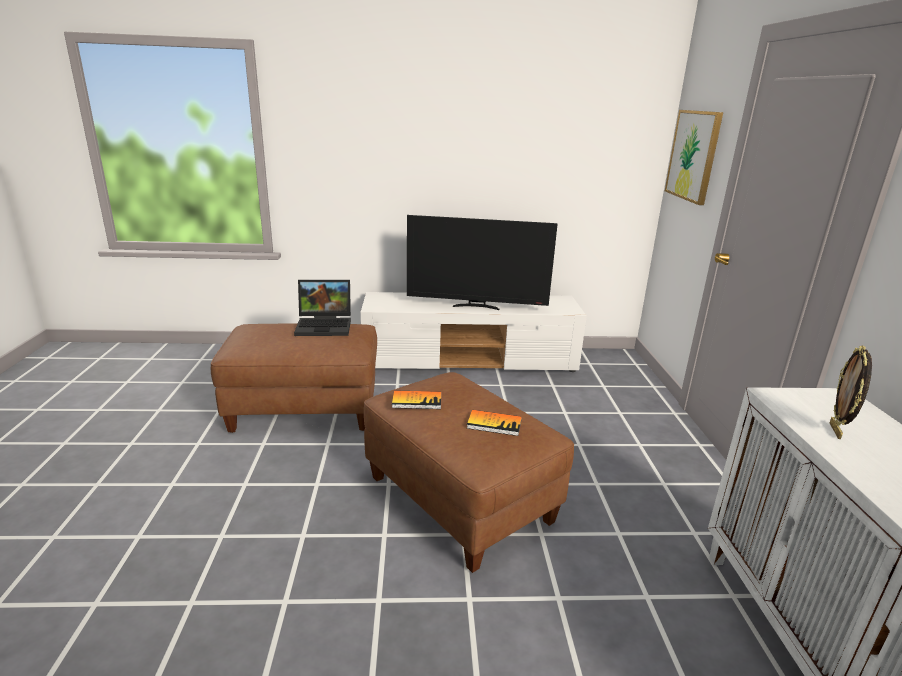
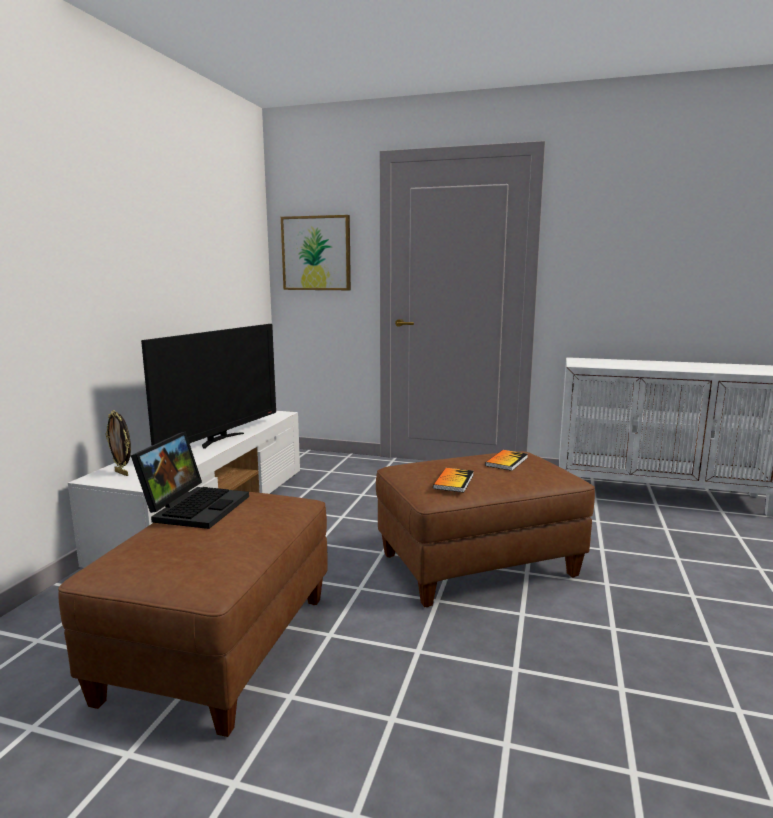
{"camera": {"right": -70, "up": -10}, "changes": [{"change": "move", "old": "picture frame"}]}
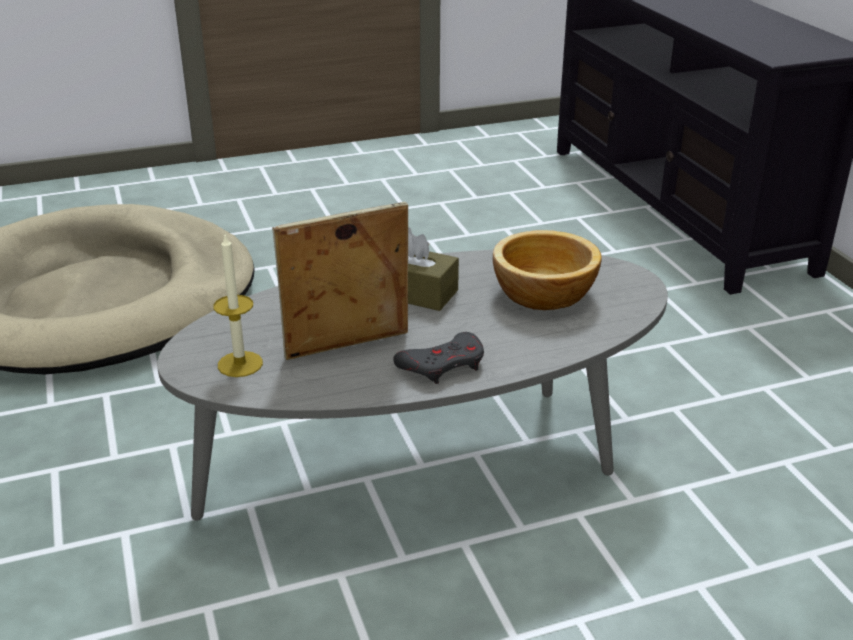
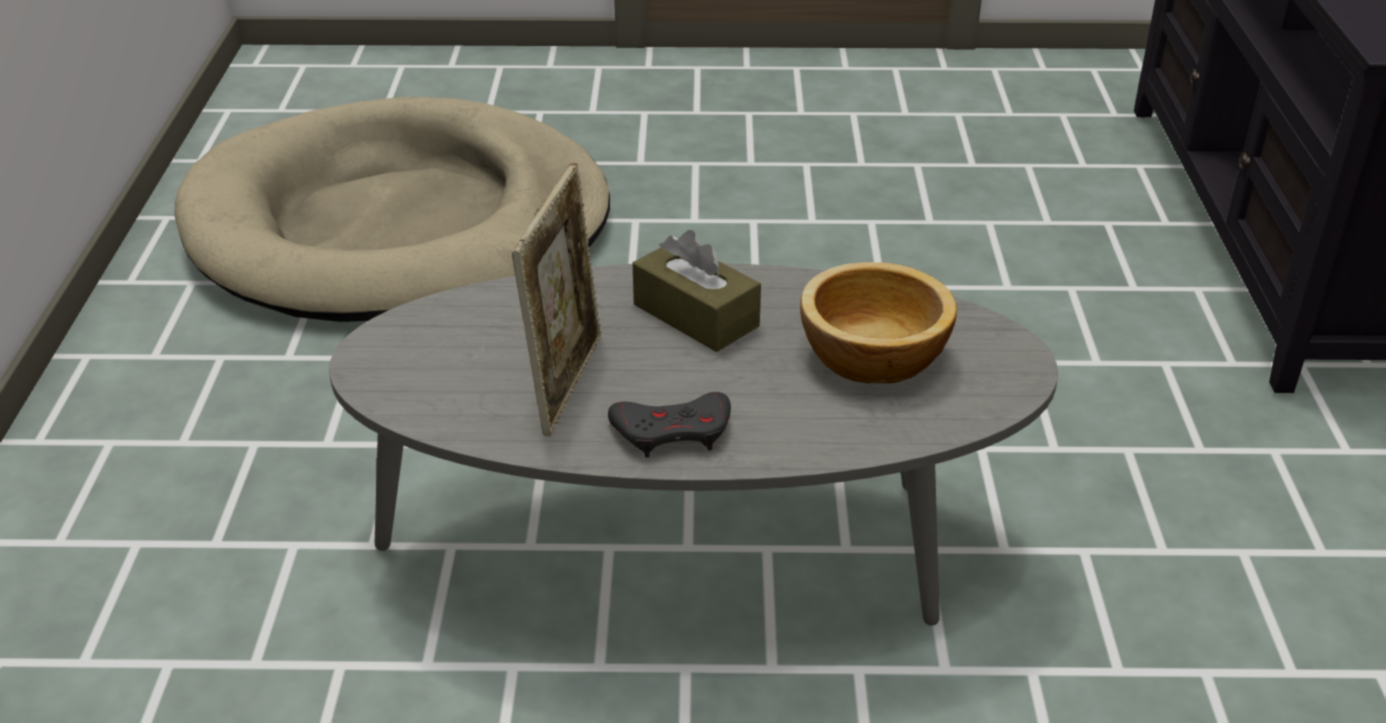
{"camera": {"right": 20, "up": 5}, "changes": [{"change": "rotate", "old": "picture frame", "degrees": 105}, {"change": "delete", "old": "candle"}]}
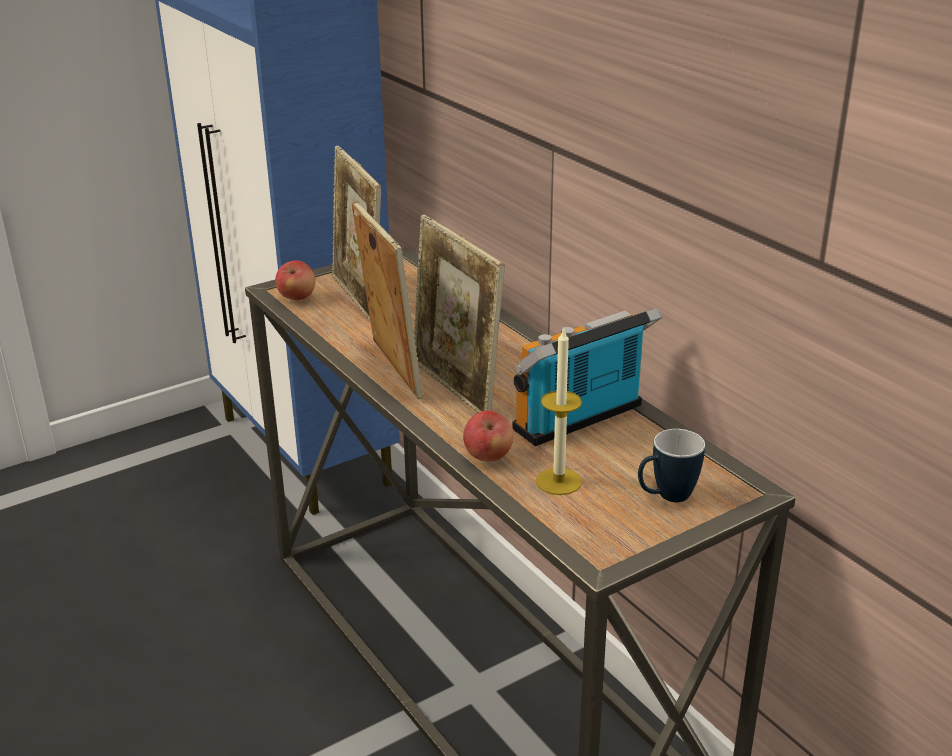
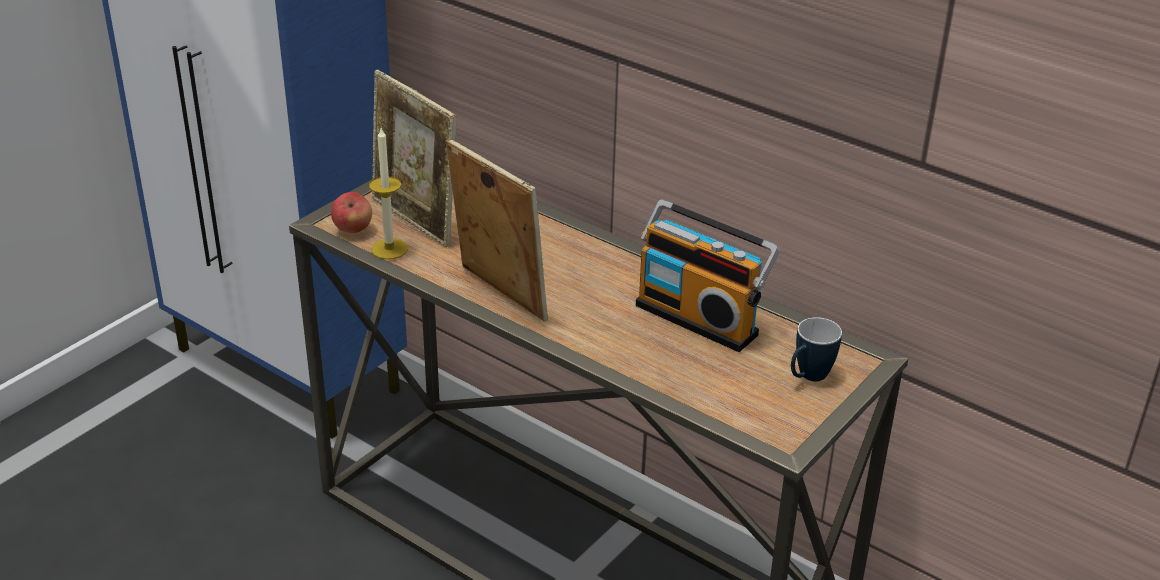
{"camera": {"right": -20, "up": 5}, "changes": [{"change": "move", "old": "candle"}, {"change": "rotate", "old": "radio", "degrees": -90}, {"change": "delete", "old": "picture frame (3rd from left)"}, {"change": "delete", "old": "apple (2nd from left)"}]}
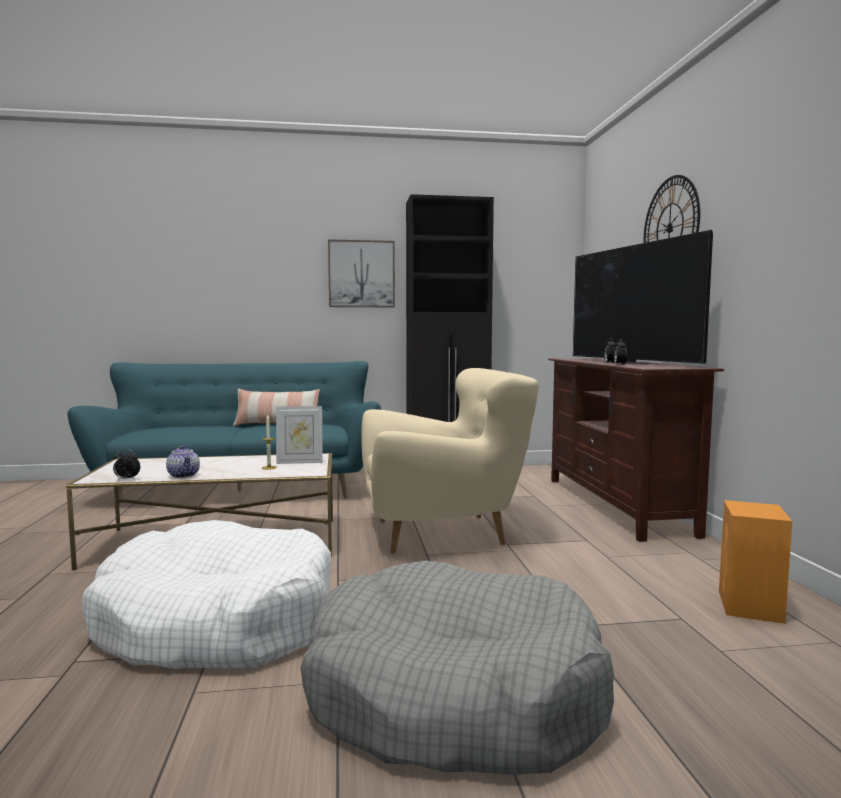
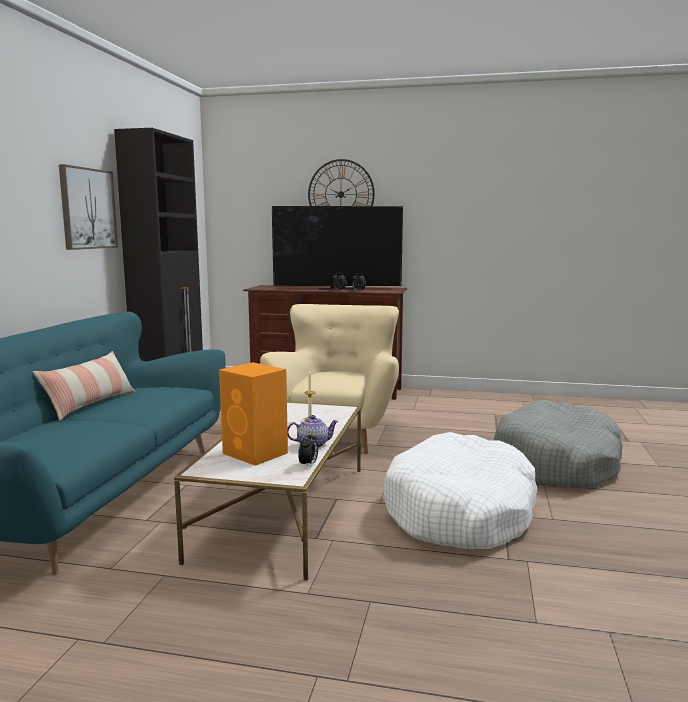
{"camera": {"right": -70, "up": 5}, "changes": [{"change": "move", "old": "speaker/orange"}, {"change": "delete", "old": "picture frame"}]}
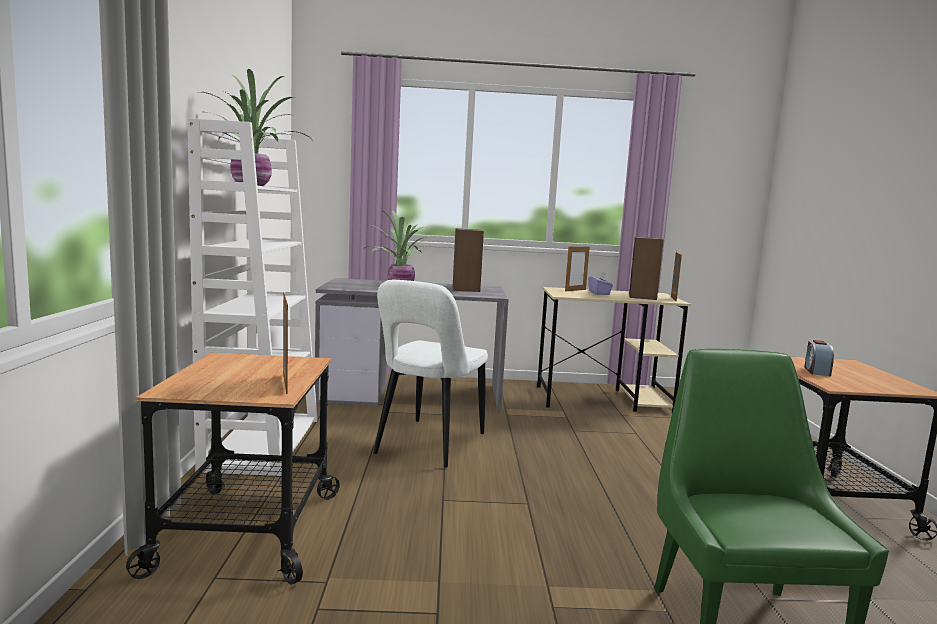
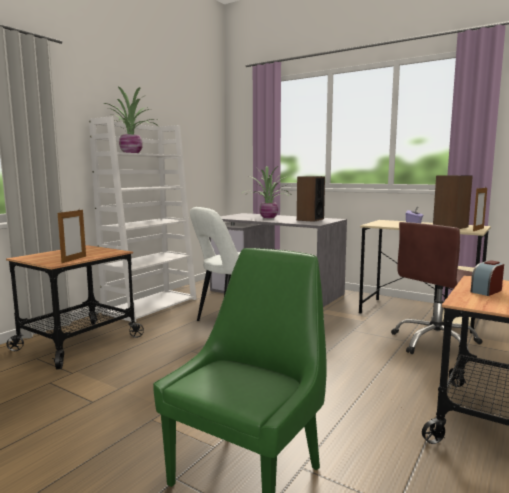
{"camera": {"right": 35, "up": 0}, "changes": [{"change": "insert", "new": "office chair/brown"}, {"change": "delete", "old": "picture frame (2nd from left)"}]}
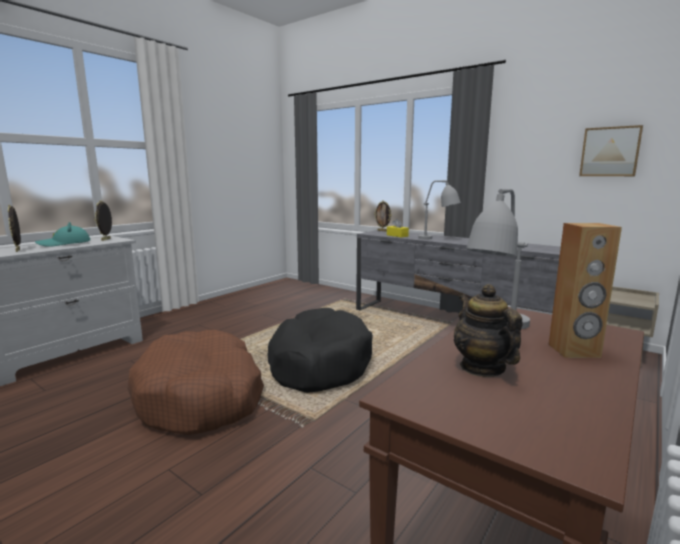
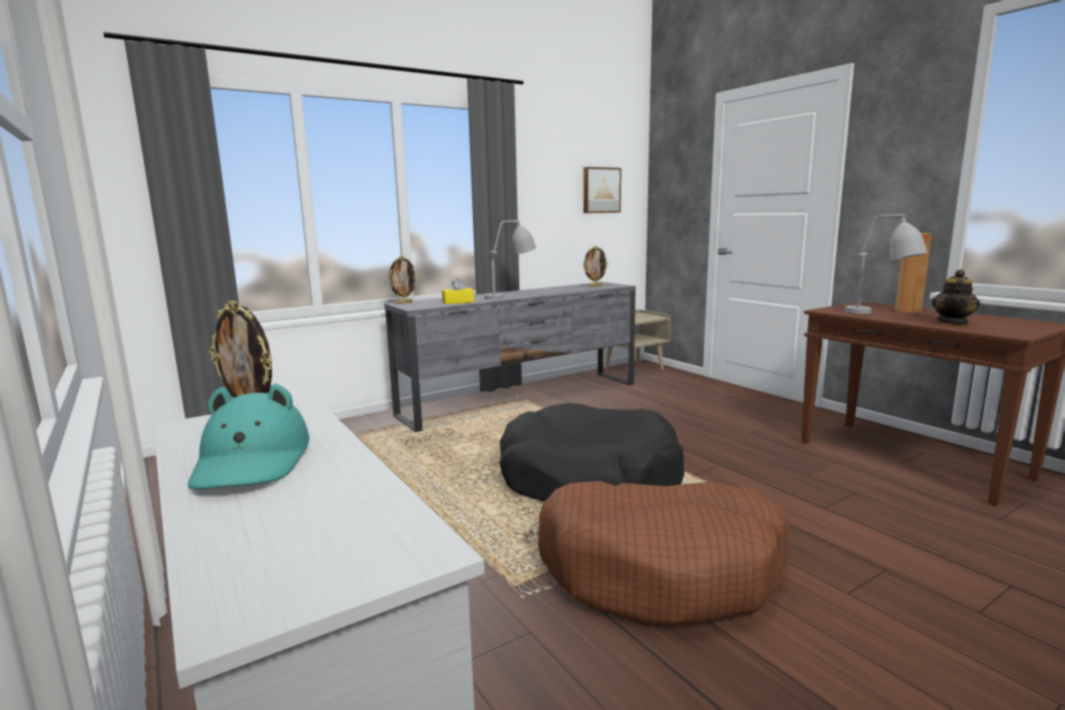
{"camera": {"right": -70, "up": 0}, "changes": [{"change": "move", "old": "picture frame (1st from left in the first image)", "new": "picture frame (3rd from left)"}, {"change": "rotate", "old": "teapot", "degrees": -60}]}
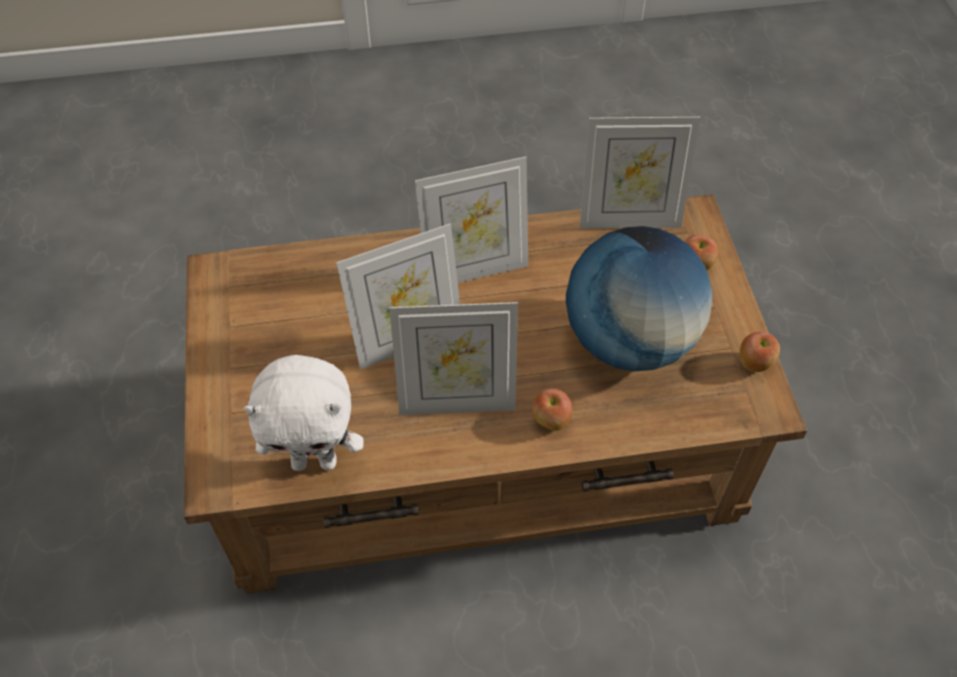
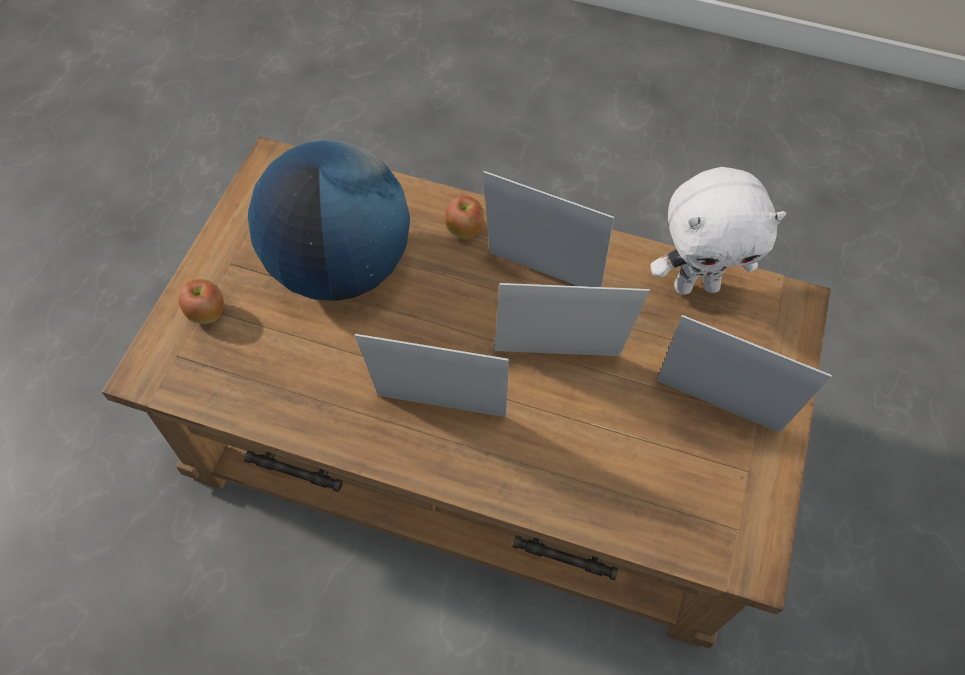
{"camera": {"right": -155, "up": 5}, "changes": [{"change": "rotate", "old": "plush toy/white", "degrees": 150}, {"change": "move", "old": "picture frame (4th from left)"}, {"change": "delete", "old": "apple (3rd from left)"}]}
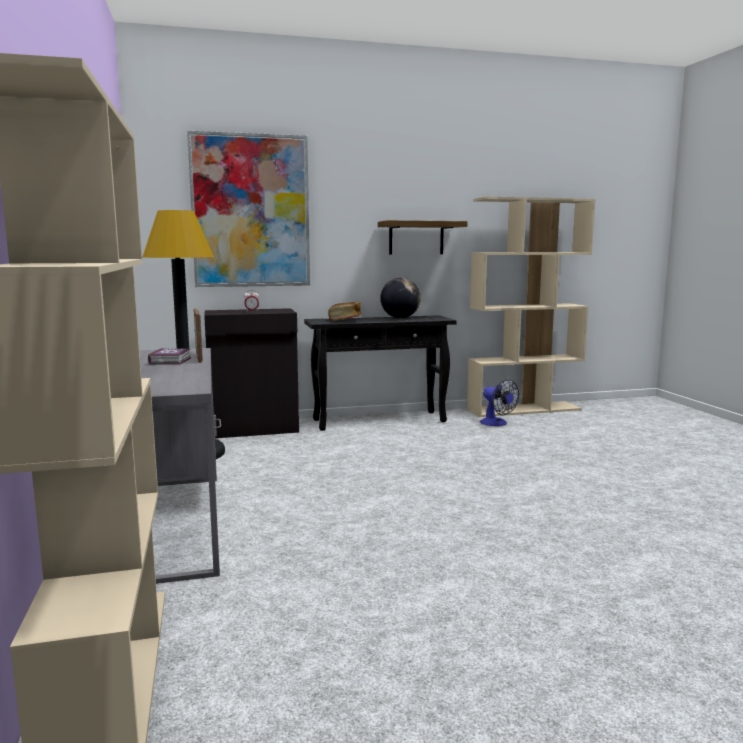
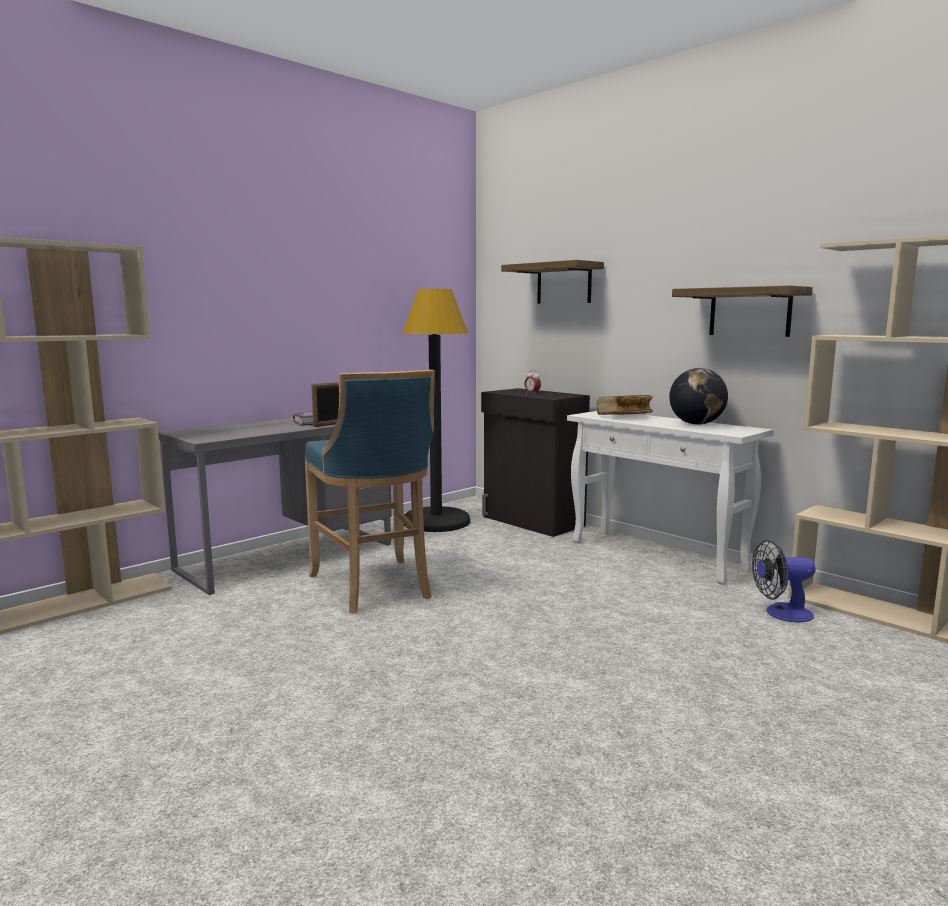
{"camera": {"right": 60, "up": 0}, "changes": [{"change": "insert", "new": "stool/blue"}, {"change": "replace", "old": "picture", "new": "shelf (1st from left)"}, {"change": "recolor", "old": "console table/black", "new": "console table/white"}, {"change": "rotate", "old": "fan", "degrees": 60}]}
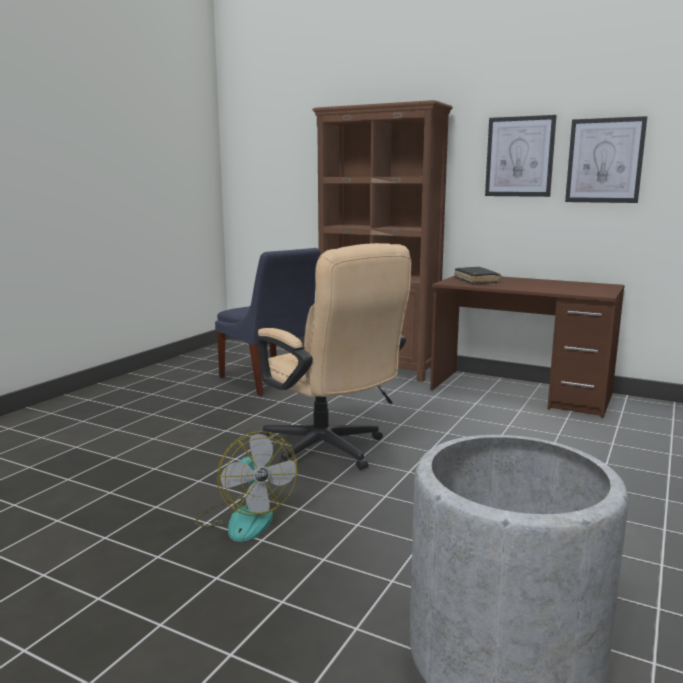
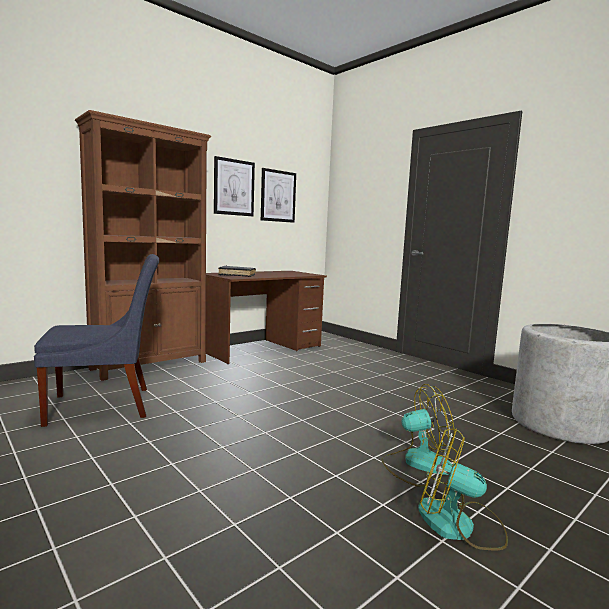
{"camera": {"right": -70, "up": -5}, "changes": [{"change": "insert", "new": "fan (2nd from left)"}, {"change": "delete", "old": "office chair/beige"}]}
